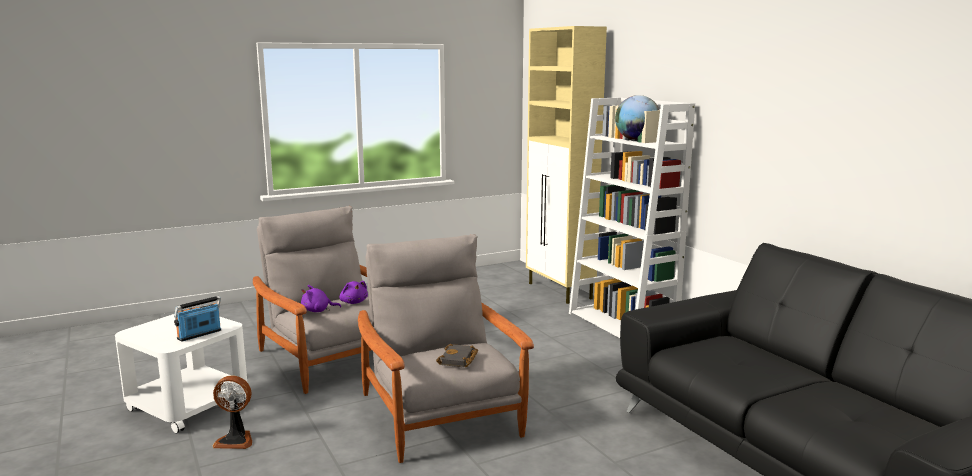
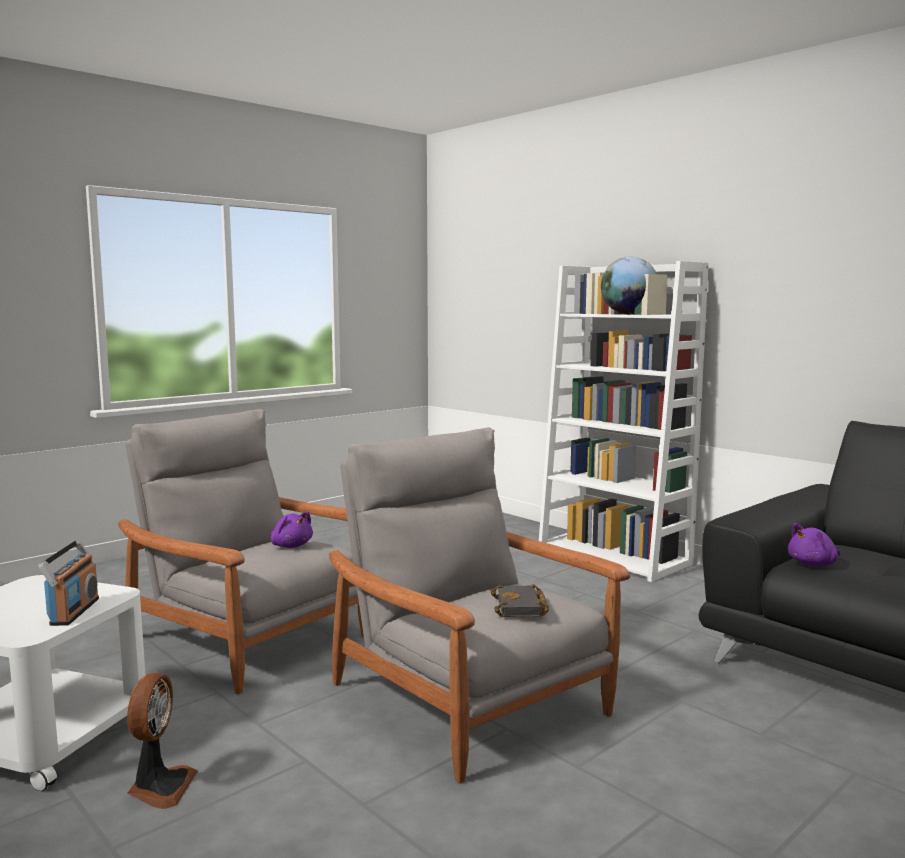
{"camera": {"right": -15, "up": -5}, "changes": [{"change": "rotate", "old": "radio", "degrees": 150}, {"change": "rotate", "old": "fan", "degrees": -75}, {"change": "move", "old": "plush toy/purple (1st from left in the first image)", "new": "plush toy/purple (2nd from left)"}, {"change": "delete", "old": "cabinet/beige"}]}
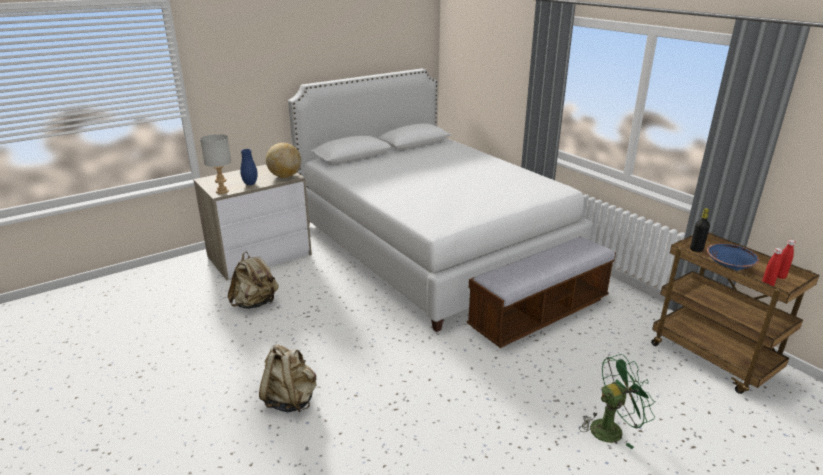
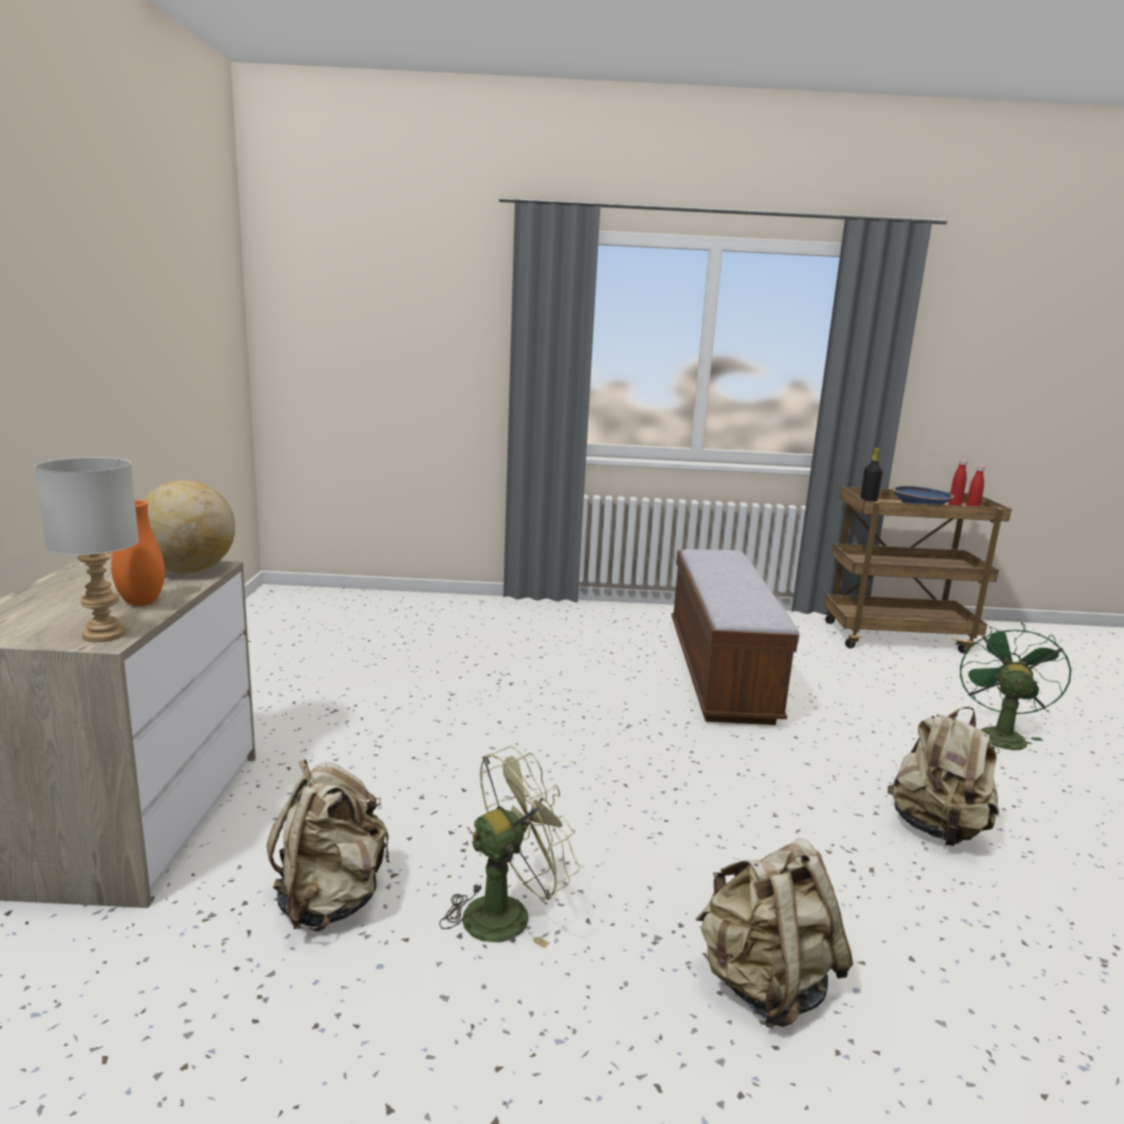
{"camera": {"right": -55, "up": -10}, "changes": [{"change": "recolor", "old": "vase/blue", "new": "vase/orange"}, {"change": "insert", "new": "fan/green (1st from left)"}, {"change": "insert", "new": "backpack/beige (3rd from left)"}, {"change": "delete", "old": "bed/white"}]}
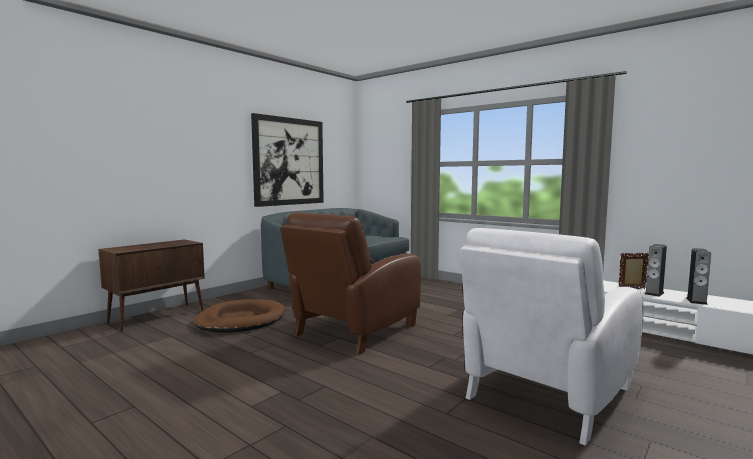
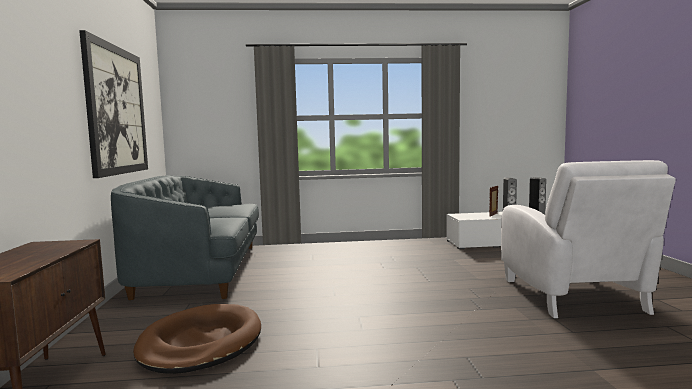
{"camera": {"right": -45, "up": 0}, "changes": [{"change": "delete", "old": "armchair/brown"}]}
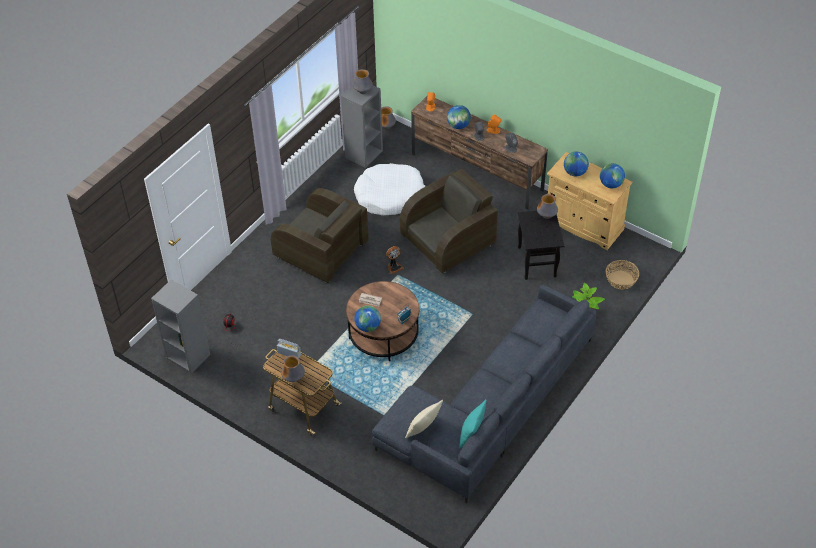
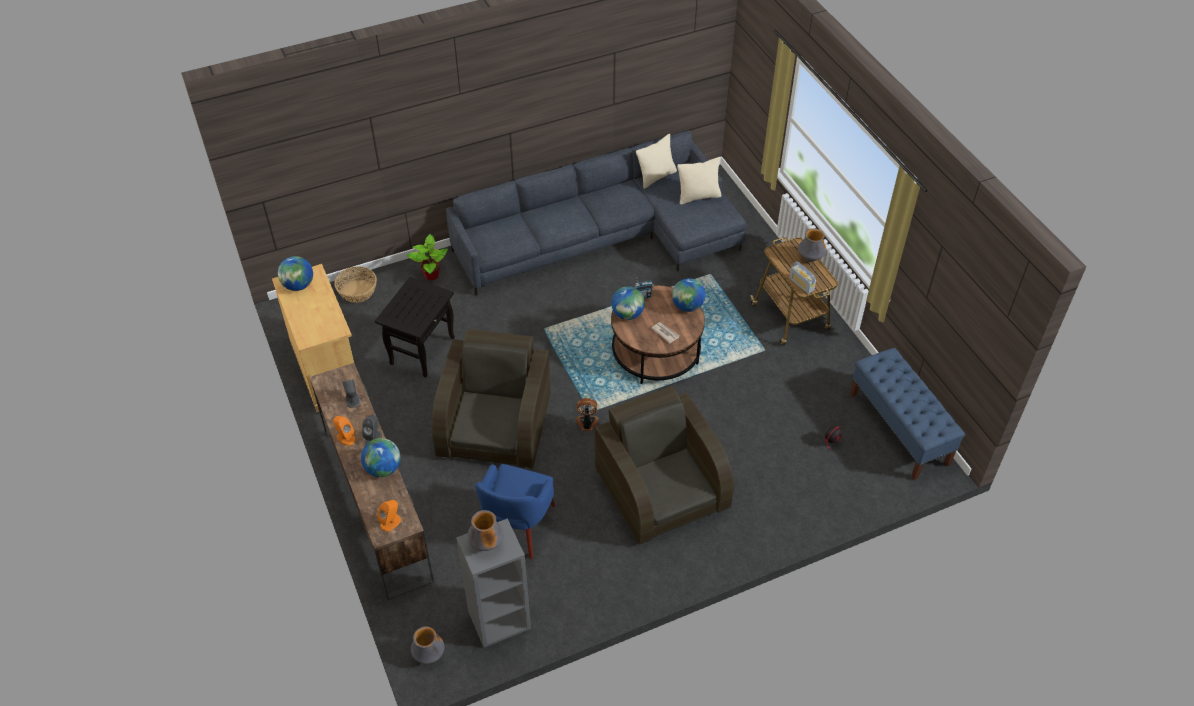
{"camera": {"right": -150, "up": 0}, "changes": [{"change": "rotate", "old": "armchair/brown (2nd from left in the first image)", "degrees": 105}, {"change": "replace", "old": "dog bed/white", "new": "armchair/blue"}, {"change": "move", "old": "globe (3rd from left)"}, {"change": "recolor", "old": "pillow/turquoise", "new": "pillow/beige (1st from left)"}, {"change": "replace", "old": "bookcase/grey (1st from left)", "new": "bench/blue"}, {"change": "delete", "old": "vase (4th from left)"}]}
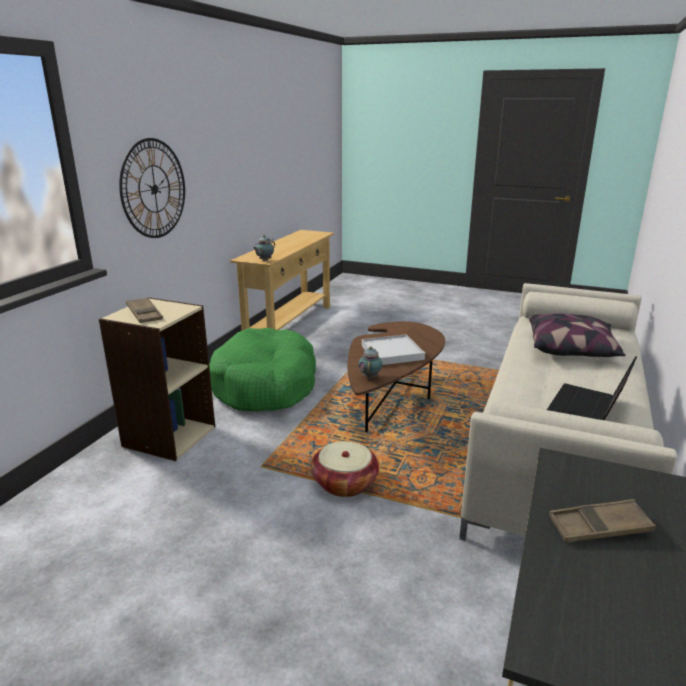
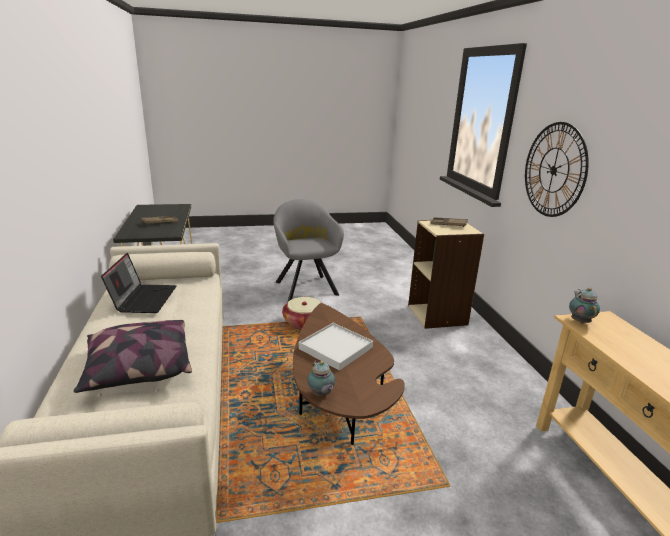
{"camera": {"right": 145, "up": 0}, "changes": [{"change": "insert", "new": "armchair/grey"}, {"change": "move", "old": "teapot (2nd from left in the first image)", "new": "teapot (1st from left)"}, {"change": "delete", "old": "dog bed/green"}]}
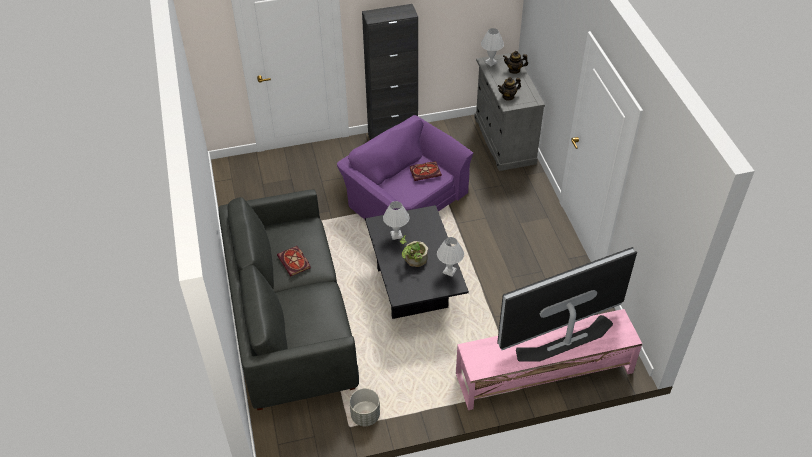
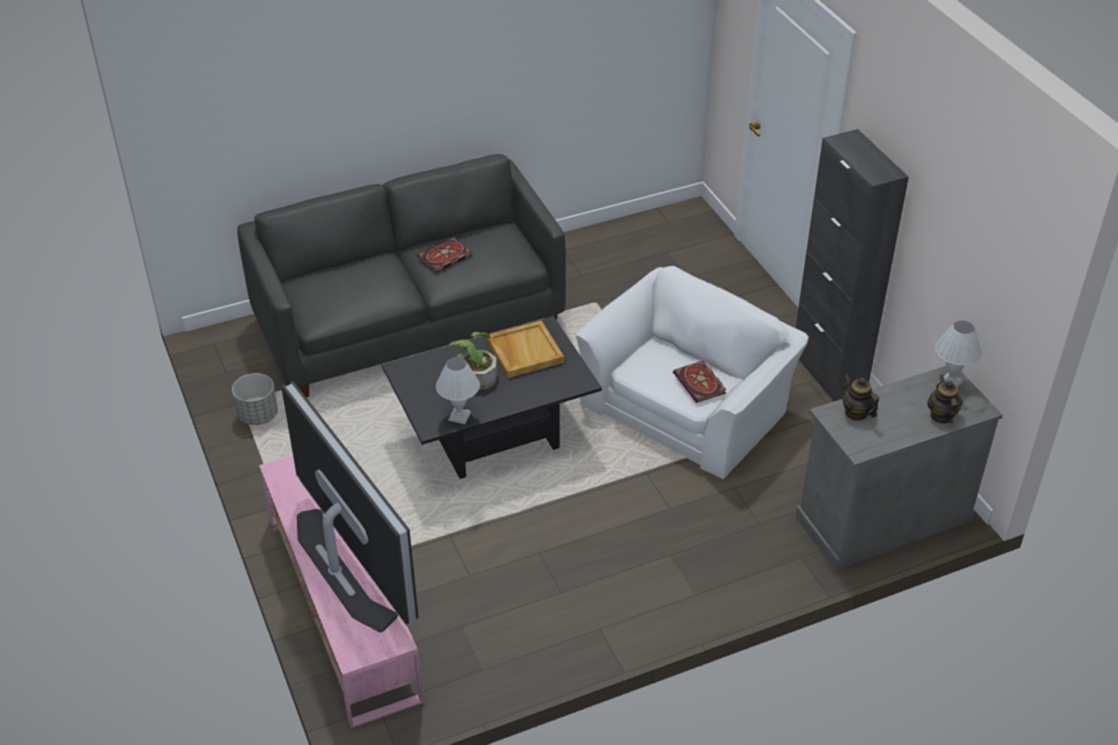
{"camera": {"right": 80, "up": -5}, "changes": [{"change": "replace", "old": "table lamp/white (1st from left)", "new": "tray/beige"}, {"change": "recolor", "old": "armchair/purple", "new": "armchair/white"}]}
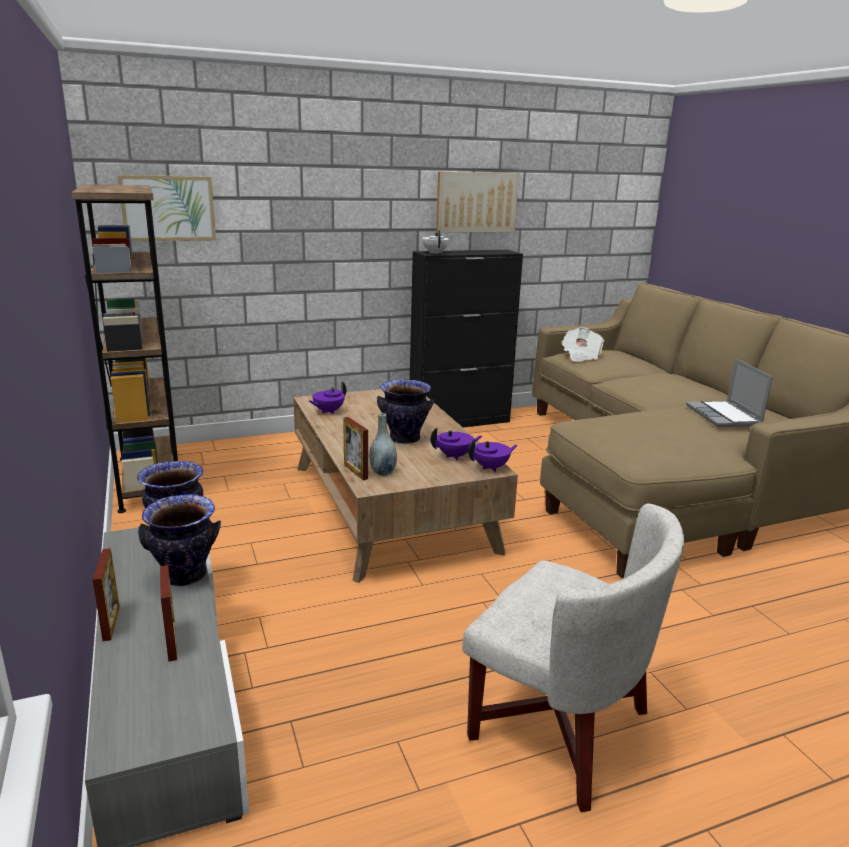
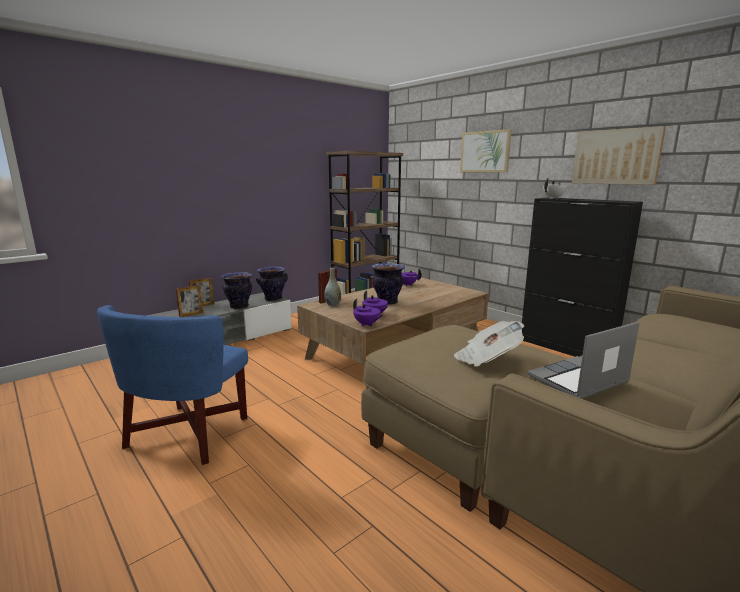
{"camera": {"right": 70, "up": -5}, "changes": [{"change": "recolor", "old": "armchair/white", "new": "armchair/blue"}, {"change": "move", "old": "newspaper"}, {"change": "move", "old": "picture (1st from left)"}]}
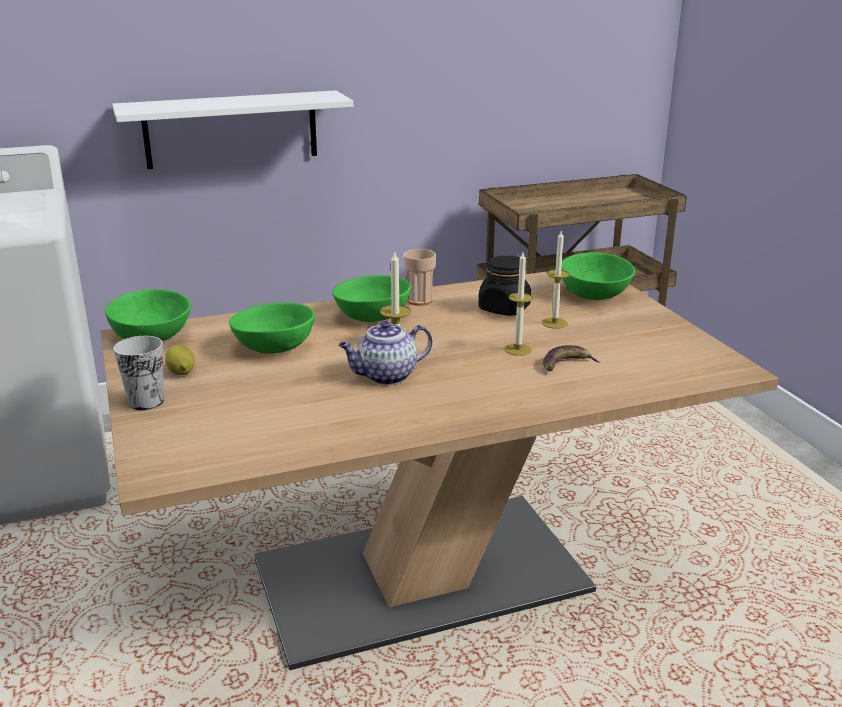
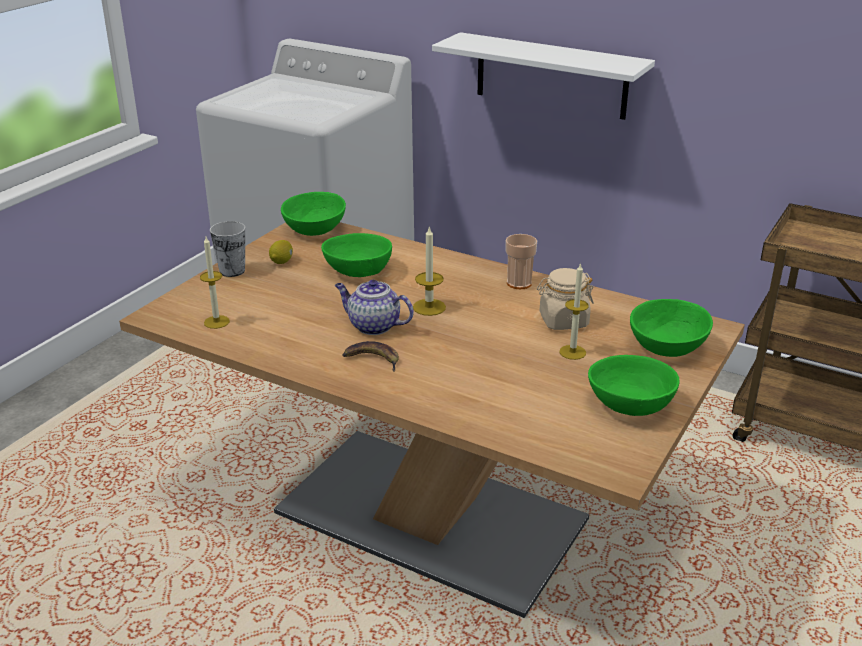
{"camera": {"right": 50, "up": 5}, "changes": [{"change": "move", "old": "candle (2nd from left in the first image)", "new": "candle (1st from left)"}, {"change": "move", "old": "banana"}, {"change": "recolor", "old": "jar/black", "new": "jar/beige"}, {"change": "move", "old": "bowl/green (3rd from left)"}]}
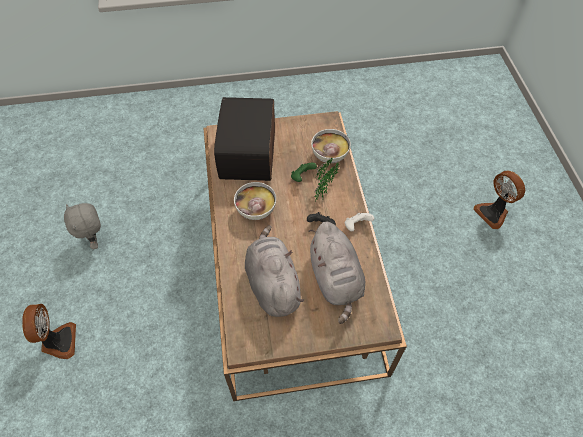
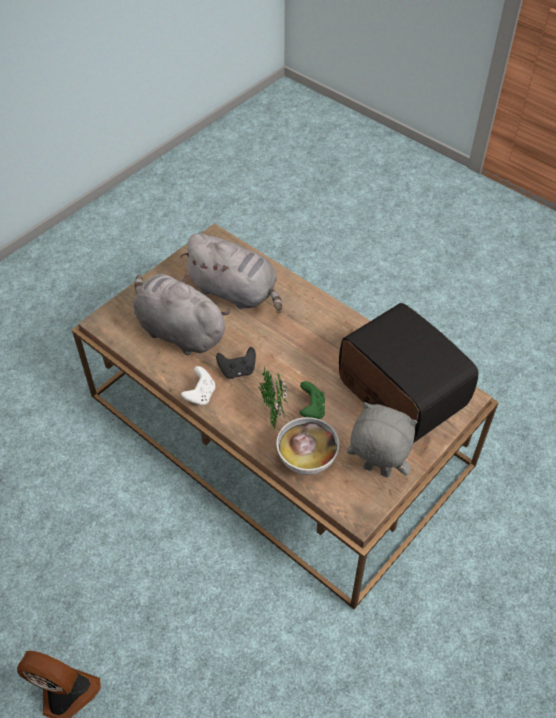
{"camera": {"right": 140, "up": -5}, "changes": [{"change": "move", "old": "plush toy/grey (1st from left in the first image)", "new": "plush toy/grey (3rd from left)"}, {"change": "delete", "old": "fan (1st from left)"}, {"change": "delete", "old": "bowl (1st from left)"}]}
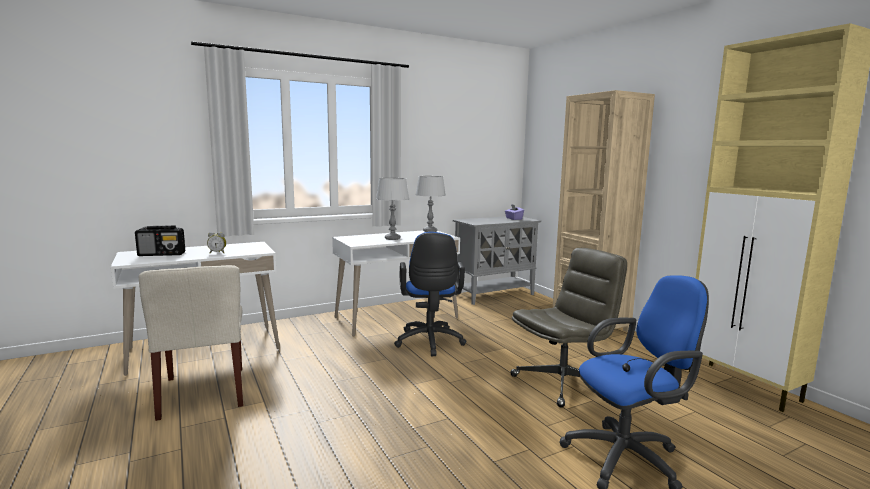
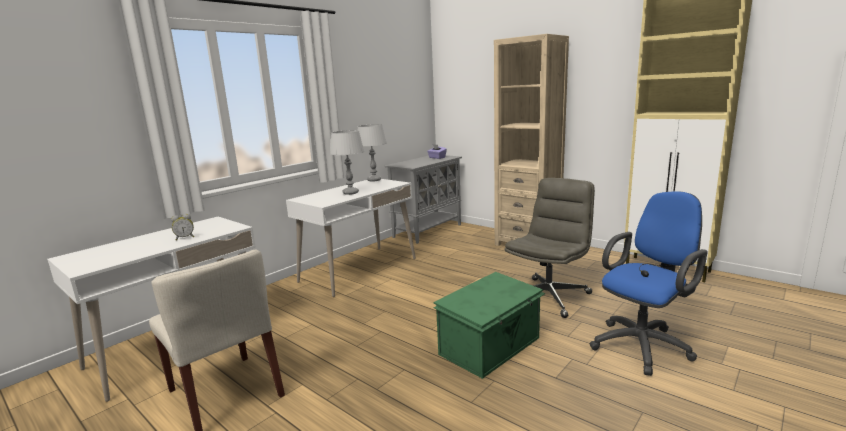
{"camera": {"right": -20, "up": 5}, "changes": [{"change": "insert", "new": "storage box/green"}, {"change": "delete", "old": "radio"}, {"change": "delete", "old": "office chair/blue (1st from left)"}]}
